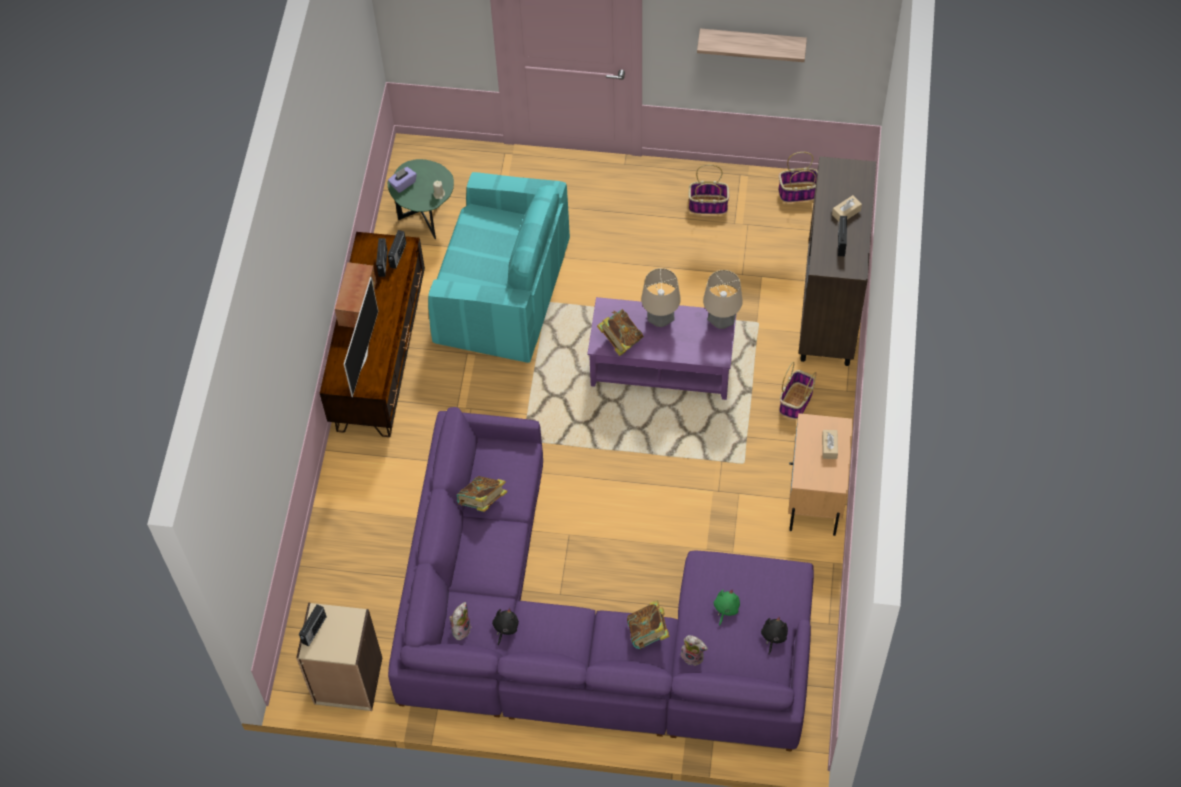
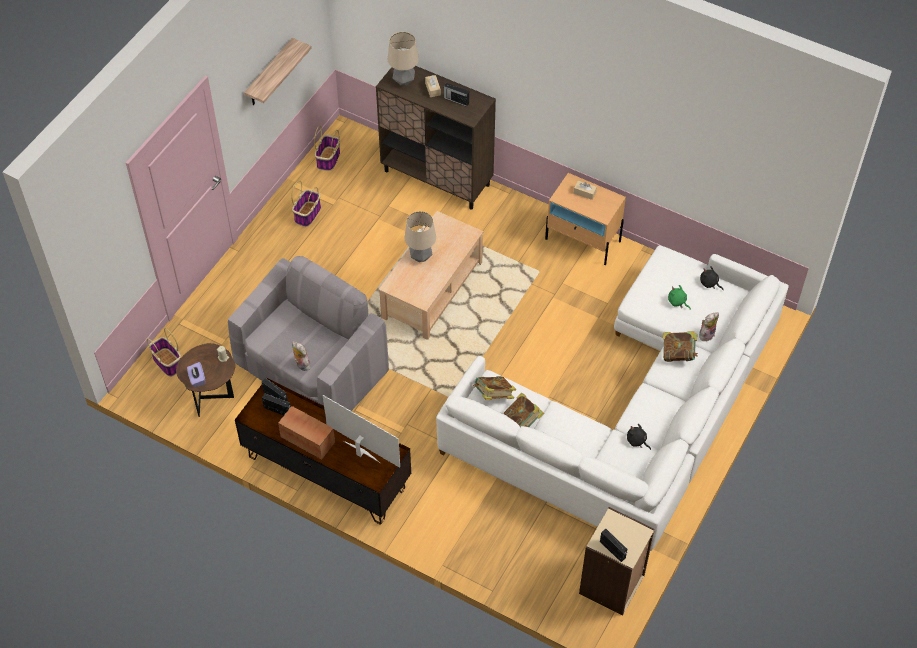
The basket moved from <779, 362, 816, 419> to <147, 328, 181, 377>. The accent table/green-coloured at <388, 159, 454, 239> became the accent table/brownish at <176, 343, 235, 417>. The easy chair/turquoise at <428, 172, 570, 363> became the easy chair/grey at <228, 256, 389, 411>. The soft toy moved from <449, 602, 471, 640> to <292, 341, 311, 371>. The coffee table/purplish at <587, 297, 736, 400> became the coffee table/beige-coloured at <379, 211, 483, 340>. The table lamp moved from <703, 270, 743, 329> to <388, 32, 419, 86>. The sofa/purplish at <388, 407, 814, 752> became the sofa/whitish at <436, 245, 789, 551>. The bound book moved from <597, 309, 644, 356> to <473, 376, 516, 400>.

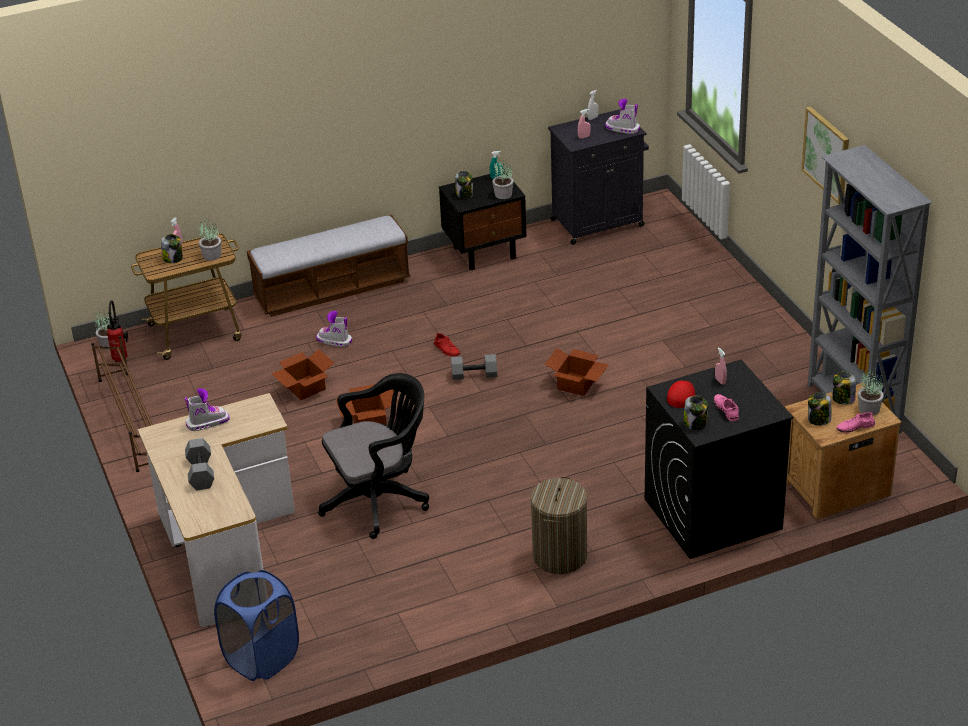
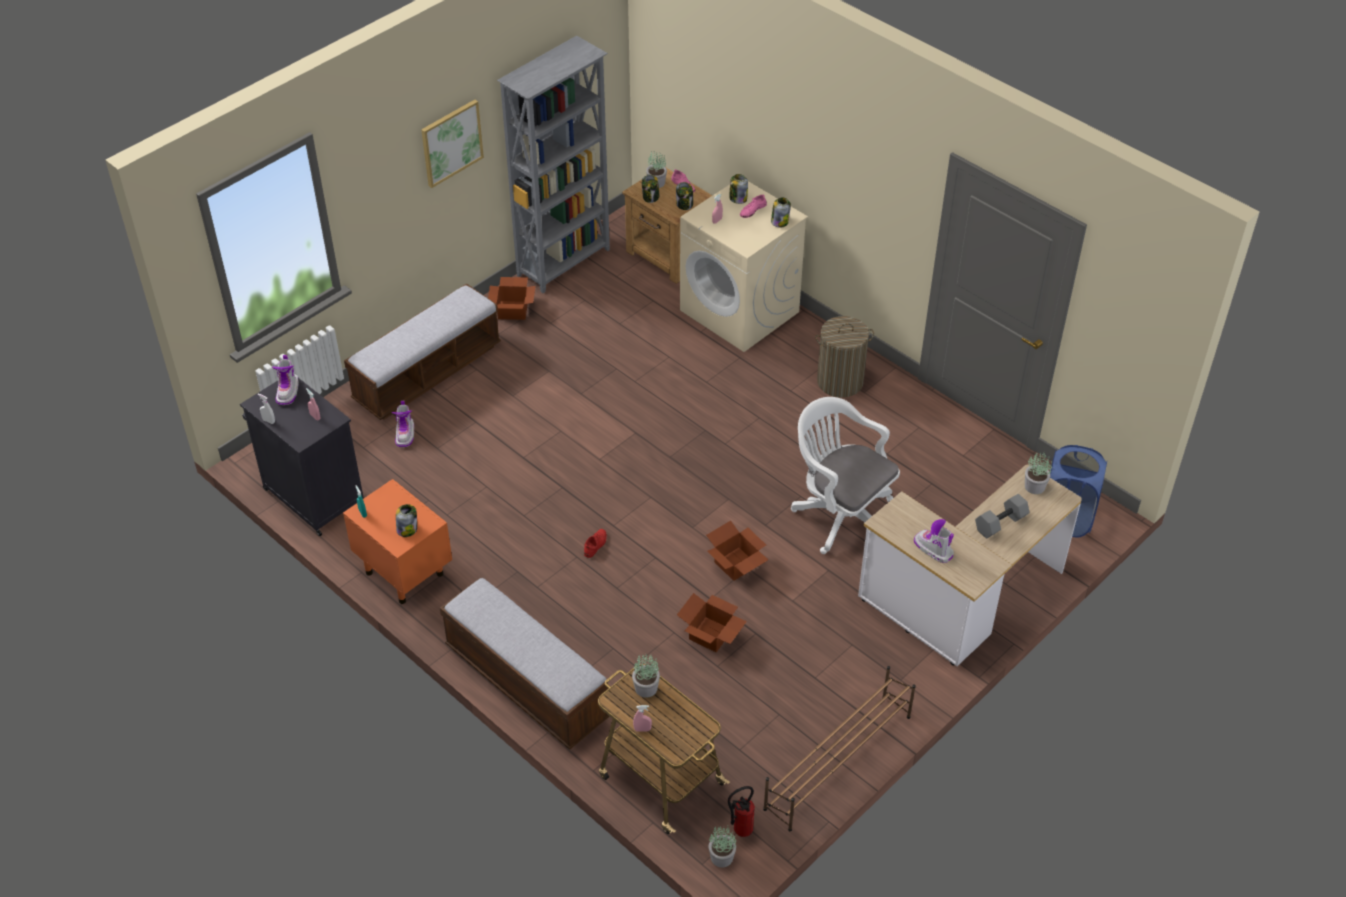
The night table/black at <439, 171, 527, 270> became the night table/orange at <343, 479, 452, 604>. The indoor bench at <344, 283, 501, 420> appeared. The boot moved from <316, 311, 352, 347> to <392, 401, 414, 447>. The cardboard box moved from <545, 348, 609, 396> to <488, 277, 536, 320>. The laundry machine/black at <645, 360, 793, 559> became the laundry machine/beige-coloured at <680, 181, 808, 352>. The storage jar moved from <161, 234, 183, 263> to <729, 174, 748, 204>. The desk chair/black at <318, 373, 429, 539> became the desk chair/whitish at <791, 397, 900, 554>. The plant in a pot moved from <492, 160, 513, 199> to <1025, 451, 1052, 494>. The free weight/grey at <451, 354, 497, 380> disappeared. The baseball cap/red at <667, 381, 695, 408> disappeared.

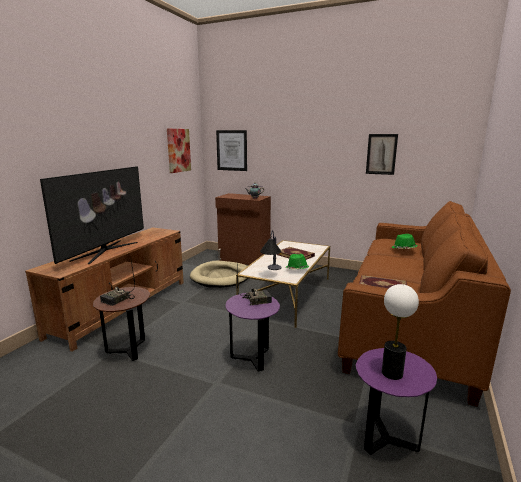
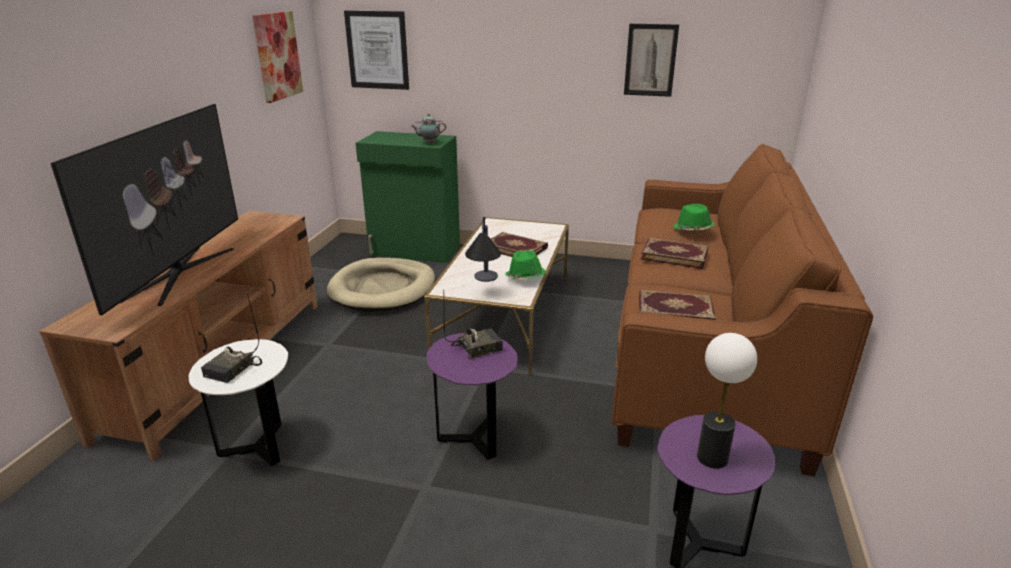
The accent table/brownish at <93, 287, 150, 361> became the accent table/whitish at <189, 339, 288, 466>. The cupboard/brownish at <215, 193, 271, 265> became the cupboard/green-coloured at <356, 131, 460, 263>. The bound book at <641, 238, 709, 269> appeared.

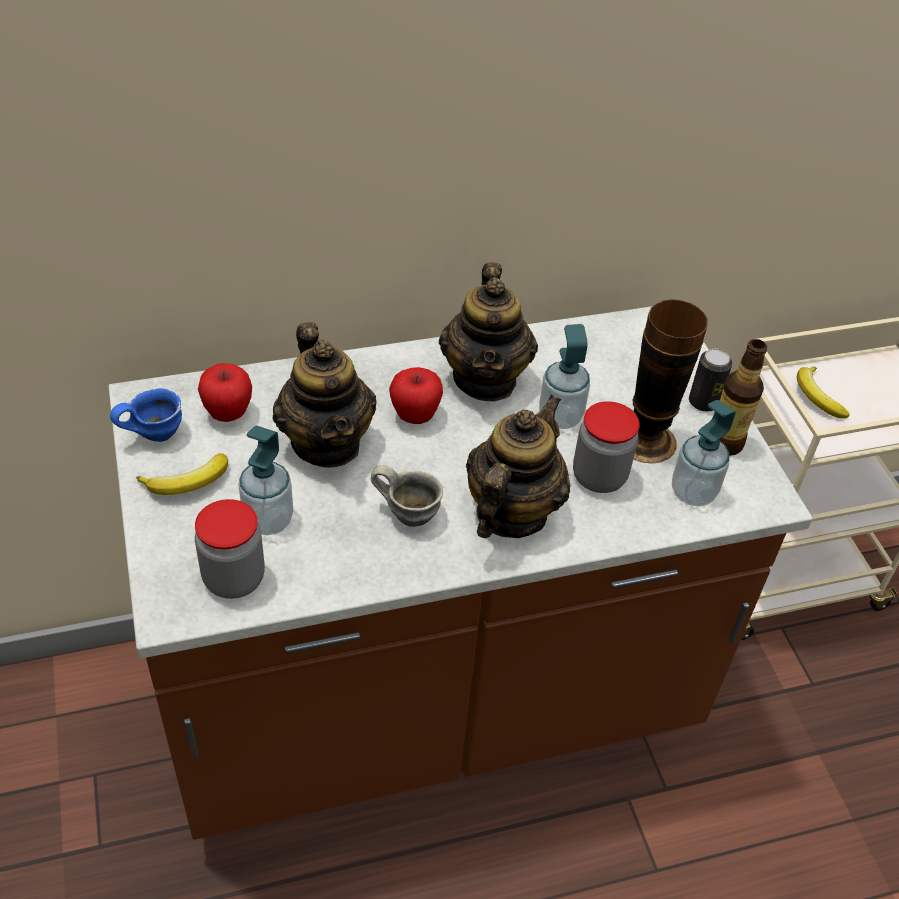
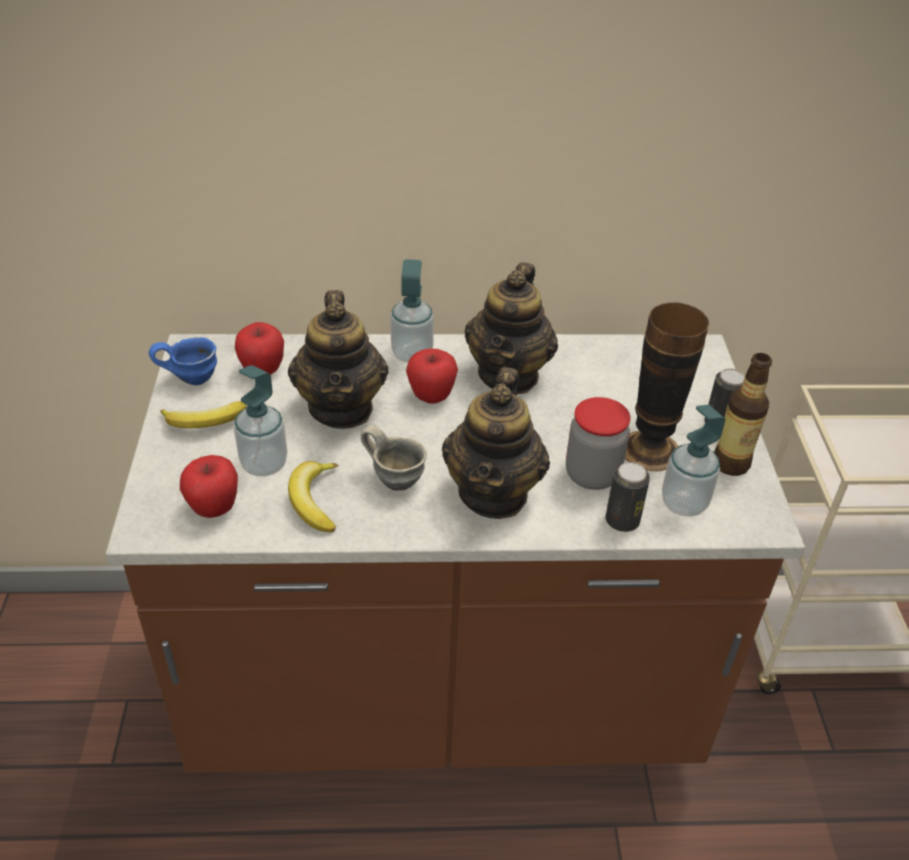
The storage jar at <195, 499, 265, 599> was replaced by the whole apple at <180, 455, 238, 518>. The banana fruit moved from <797, 366, 849, 418> to <288, 461, 338, 532>. The liquid soap bottle moved from <539, 324, 590, 429> to <390, 259, 434, 363>. The teapot at <466, 394, 571, 538> turned 150 degrees clockwise. The sealed can at <605, 462, 650, 532> appeared.

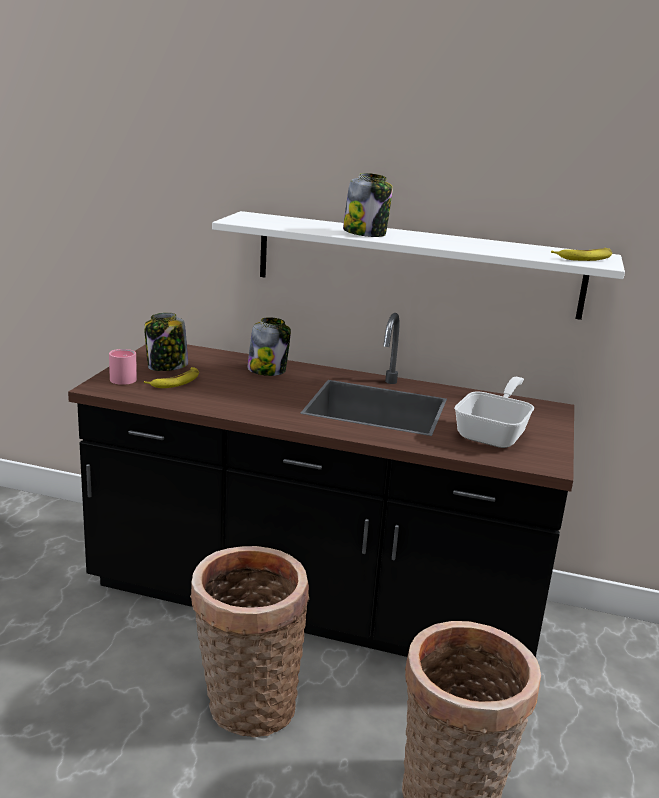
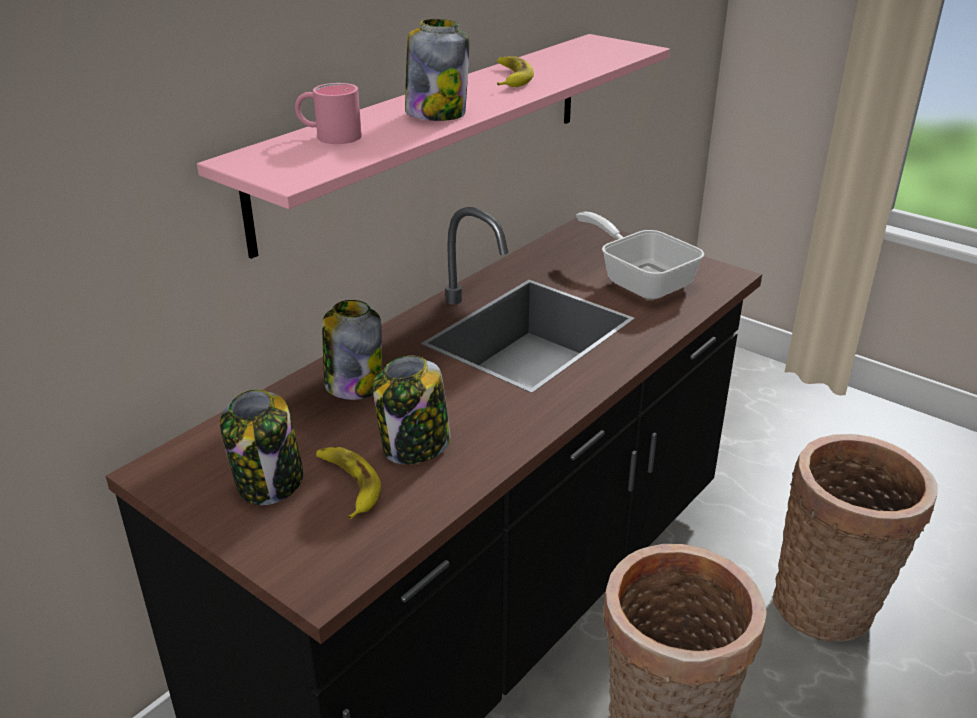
The bracket shelf/whitish at <212, 211, 625, 320> became the bracket shelf/pink-coloured at <197, 34, 670, 259>. The coffee mug/pink-coloured moved from <109, 349, 137, 385> to <295, 83, 362, 144>. The storage jar at <373, 356, 451, 464> appeared. The banana fruit moved from <551, 248, 612, 261> to <497, 56, 534, 87>.

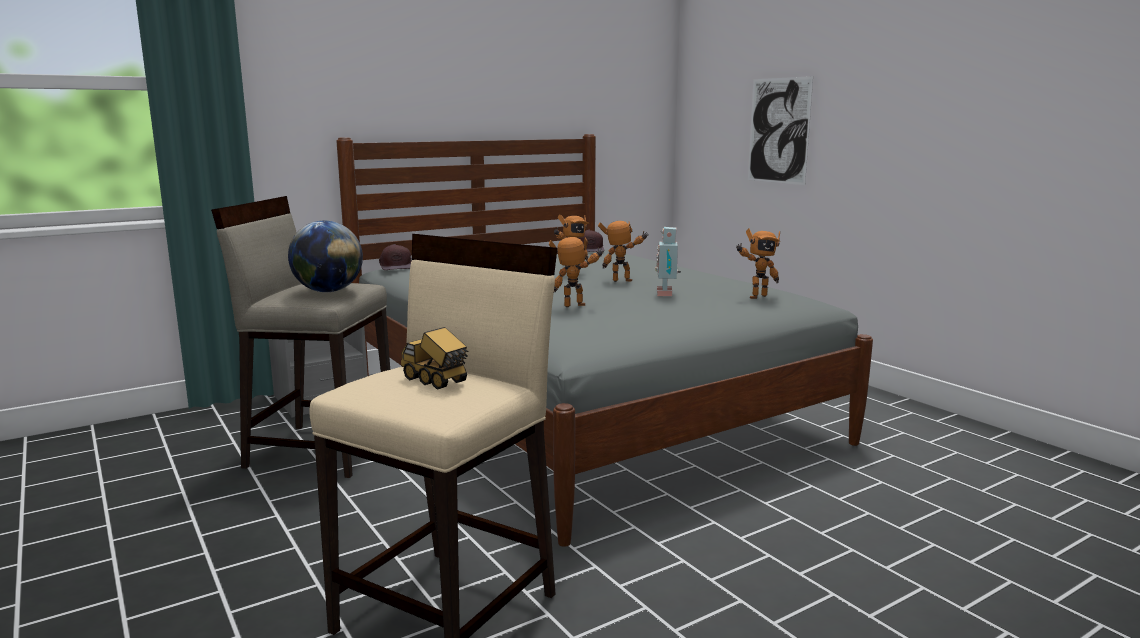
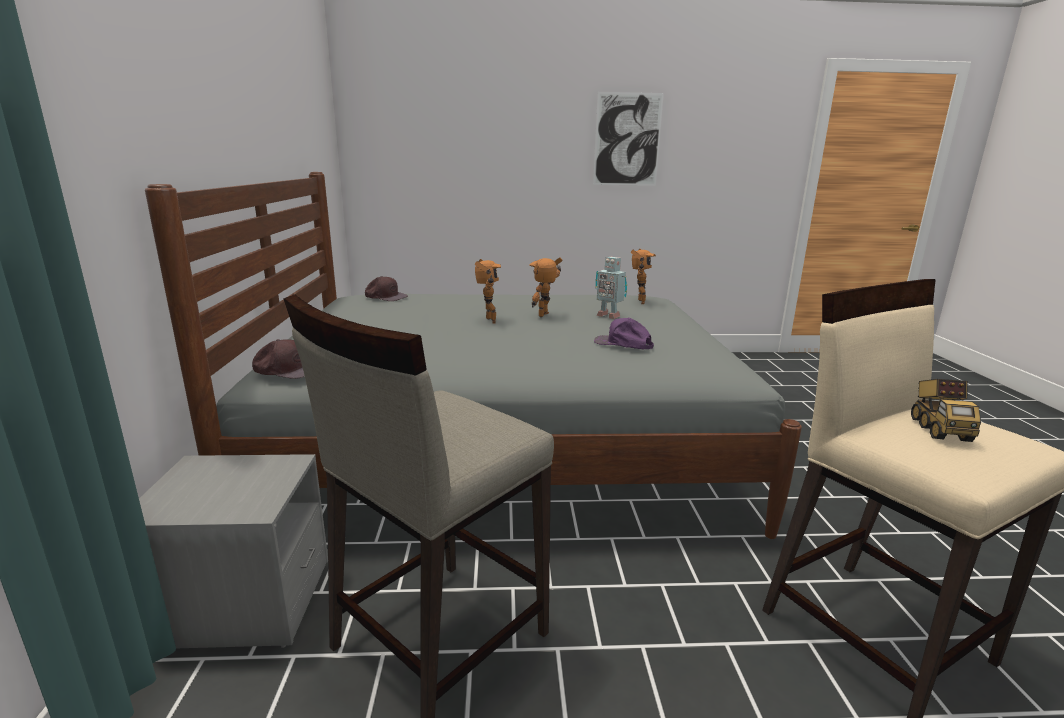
The wall picture moved from <748, 76, 813, 185> to <593, 92, 664, 186>. The model robot at <549, 237, 604, 307> was replaced by the baseball cap/purplish at <594, 318, 654, 350>. The toy truck at <401, 327, 468, 389> turned 60 degrees counterclockwise. The desk globe at <288, 221, 363, 292> disappeared.

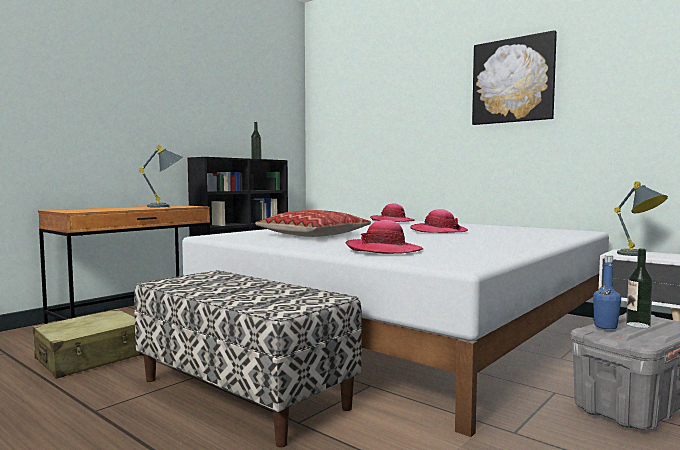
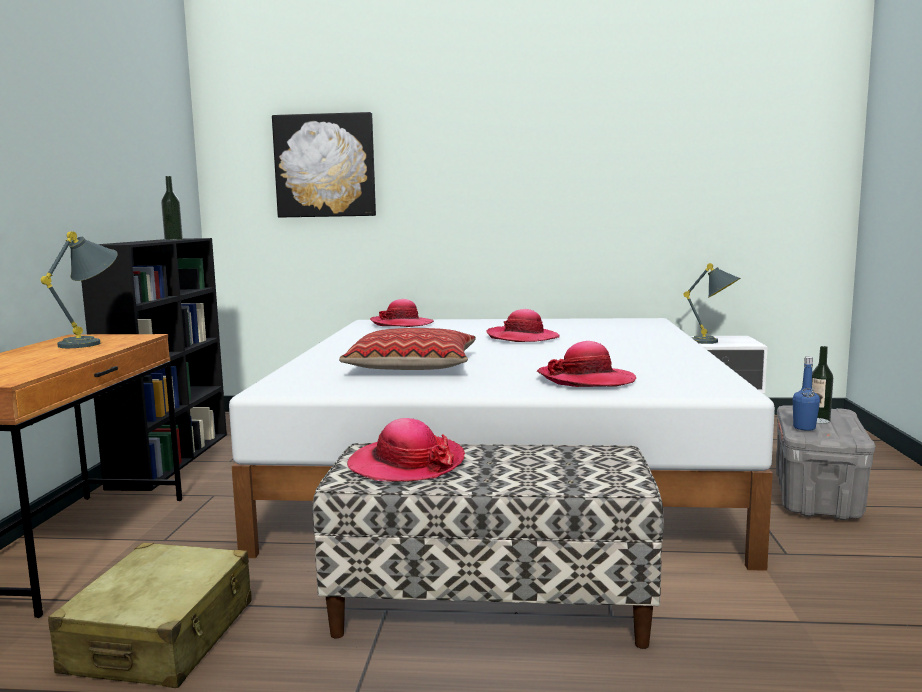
The wall picture moved from <472, 30, 557, 125> to <272, 112, 376, 218>. The clothing hat at <347, 418, 465, 482> appeared.

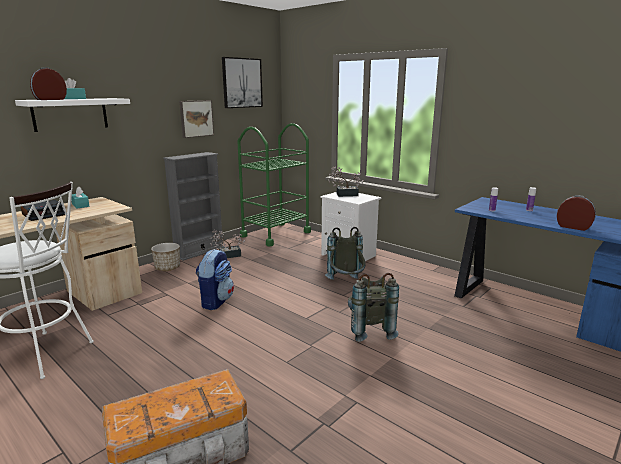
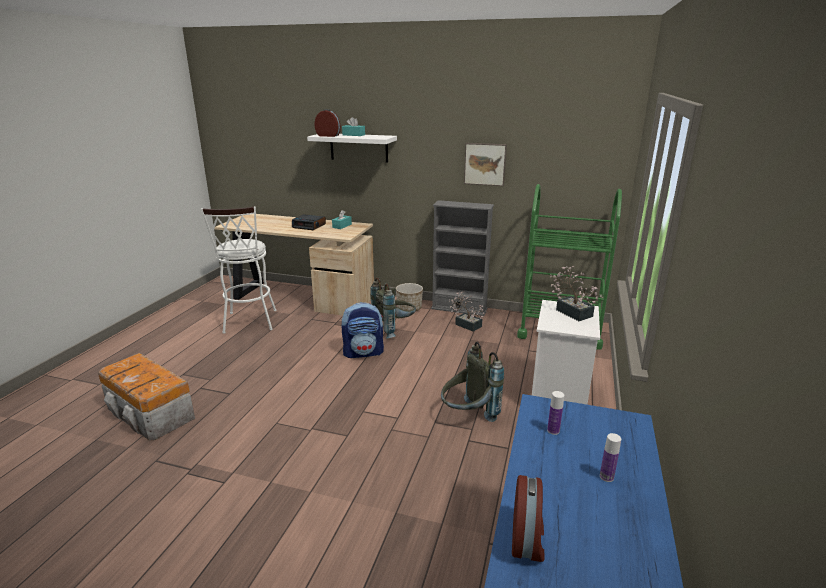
The backpack/grey moved from <348, 273, 399, 342> to <370, 277, 416, 339>. The wall picture at <222, 57, 263, 108> disappeared.

